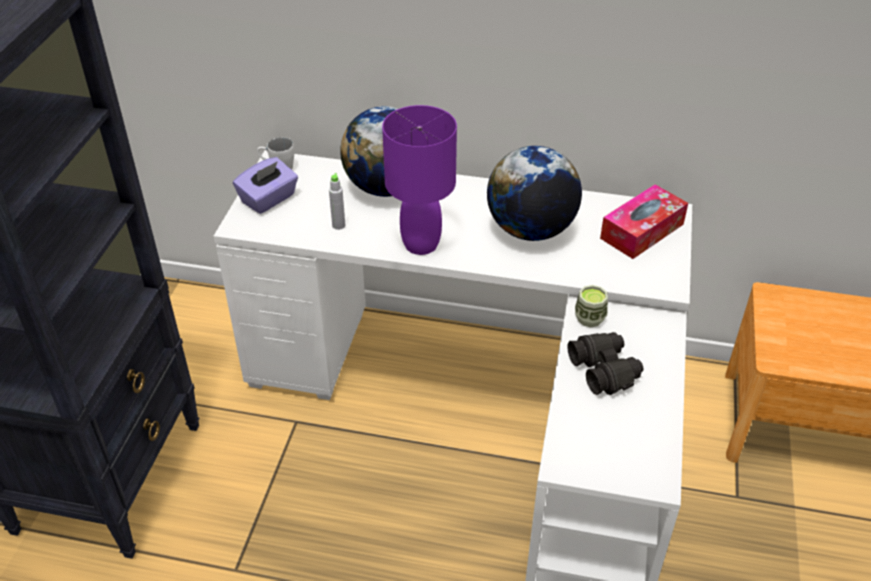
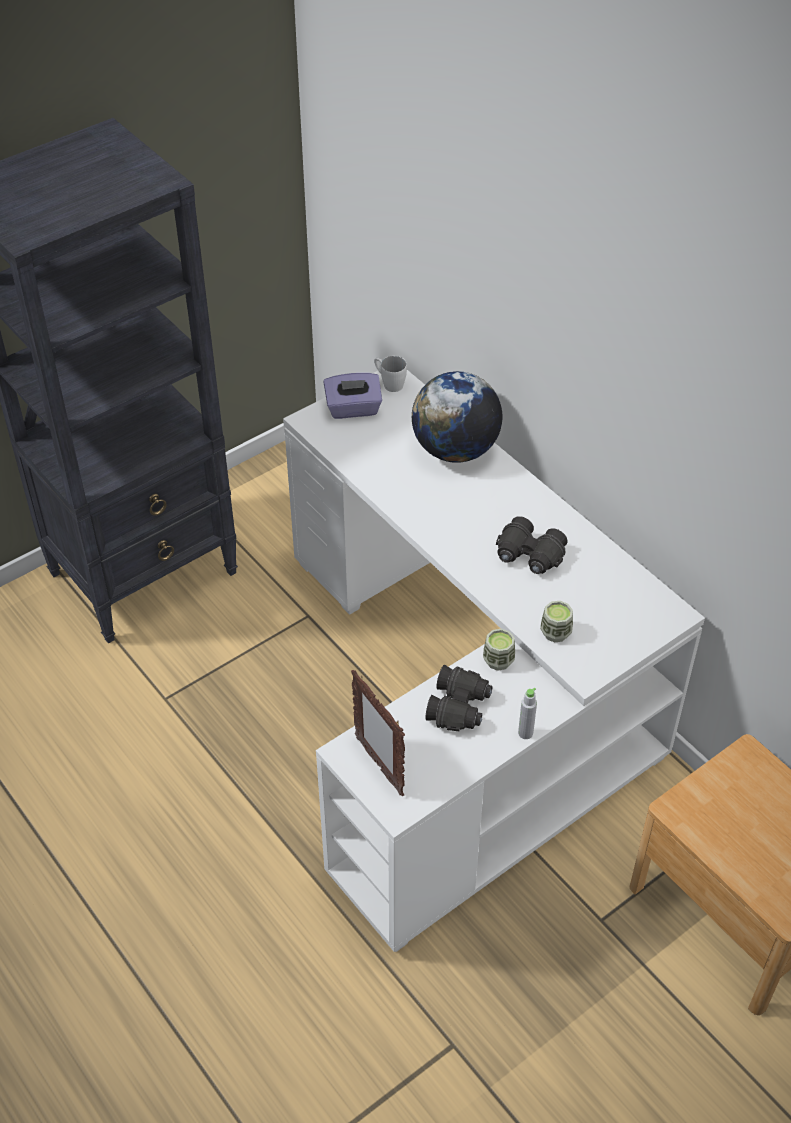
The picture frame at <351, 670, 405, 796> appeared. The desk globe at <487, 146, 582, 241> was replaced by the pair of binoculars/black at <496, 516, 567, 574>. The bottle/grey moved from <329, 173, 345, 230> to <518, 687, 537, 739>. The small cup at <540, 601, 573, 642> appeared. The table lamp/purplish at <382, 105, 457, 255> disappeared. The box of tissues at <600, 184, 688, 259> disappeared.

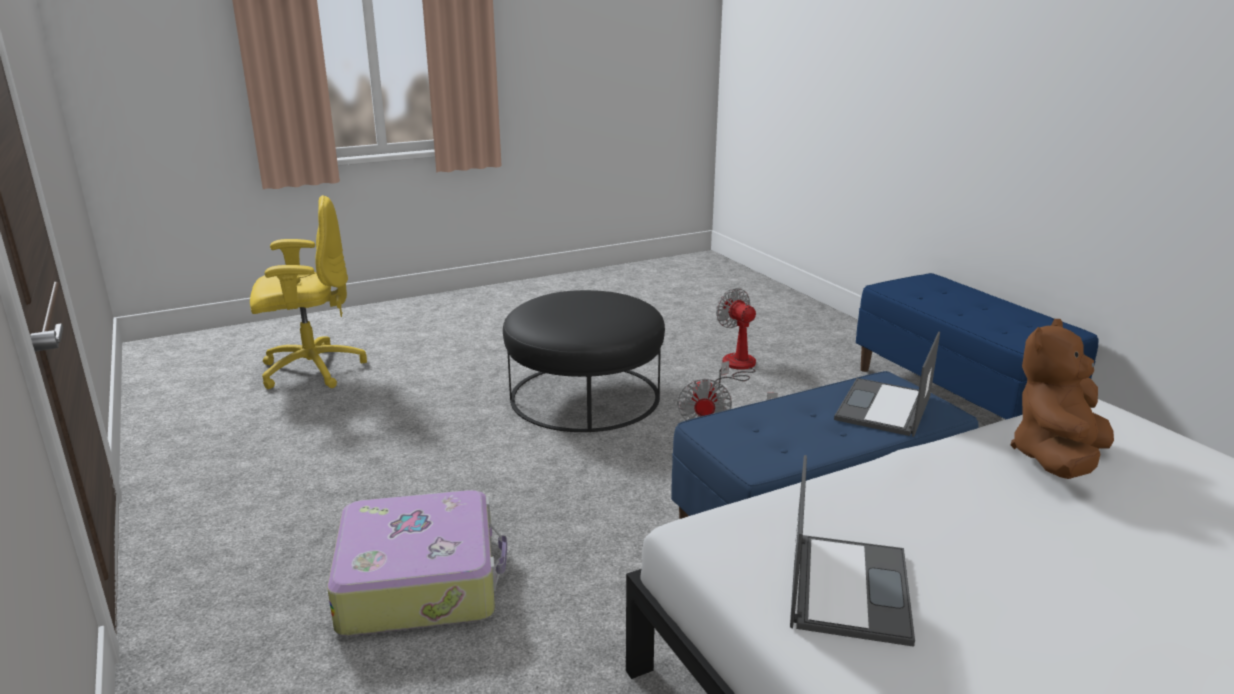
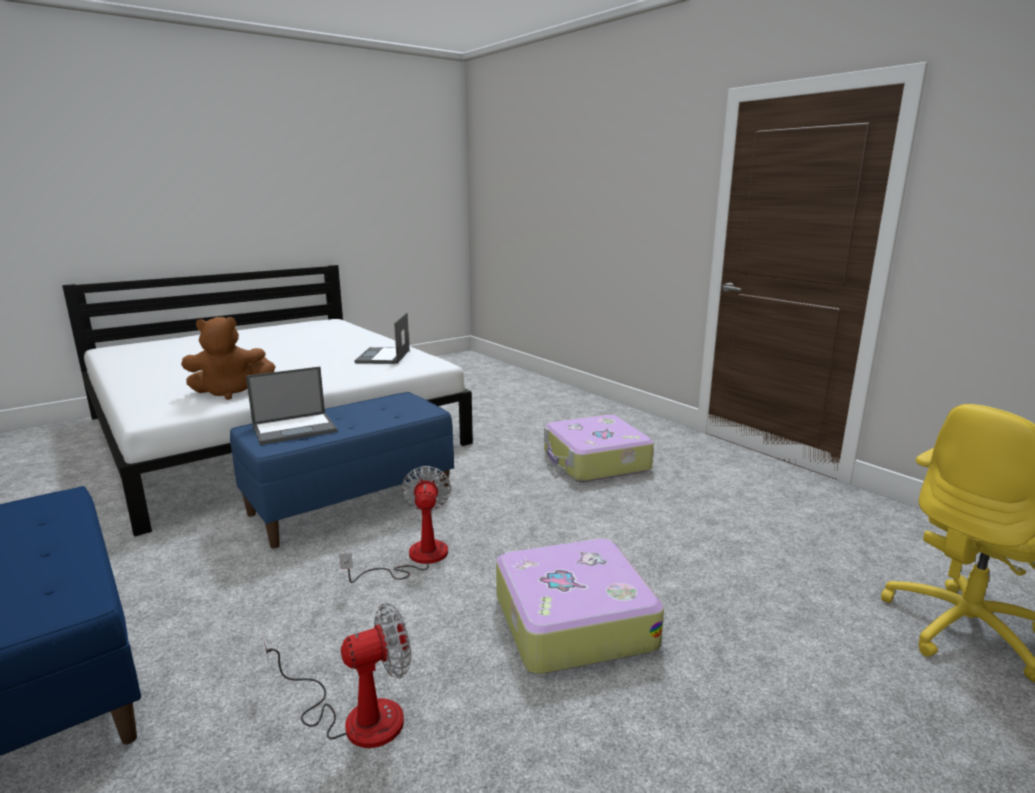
The soft toy/brownish at <1010, 319, 1114, 479> turned 45 degrees clockwise. The laptop at <834, 332, 940, 437> turned 45 degrees clockwise. The cooling fan at <714, 288, 756, 387> turned 75 degrees counterclockwise. The footrest/black at <503, 290, 665, 432> was replaced by the piece of luggage at <496, 538, 664, 674>.

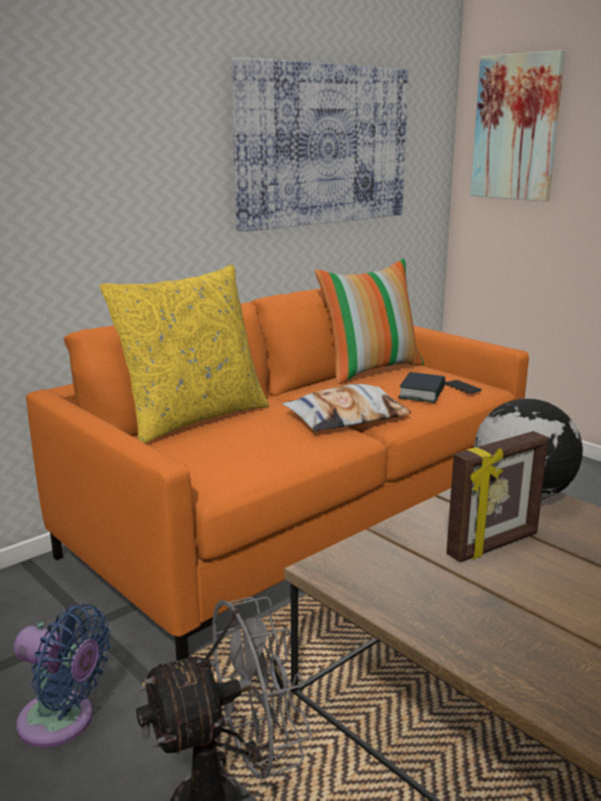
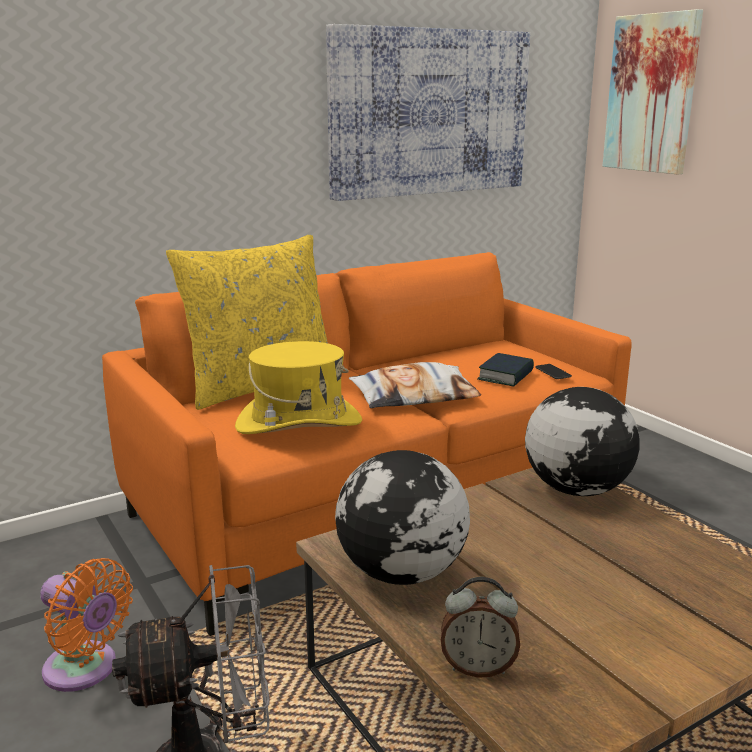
The cooling fan/blue at <14, 604, 111, 747> became the cooling fan/orange at <40, 558, 133, 692>. The clothing hat/yellowish at <235, 341, 362, 434> appeared. The desk globe at <335, 450, 470, 585> appeared. The alarm clock at <441, 577, 520, 678> appeared. The throw pillow at <315, 258, 424, 385> disappeared. The picture frame at <446, 431, 548, 562> disappeared.

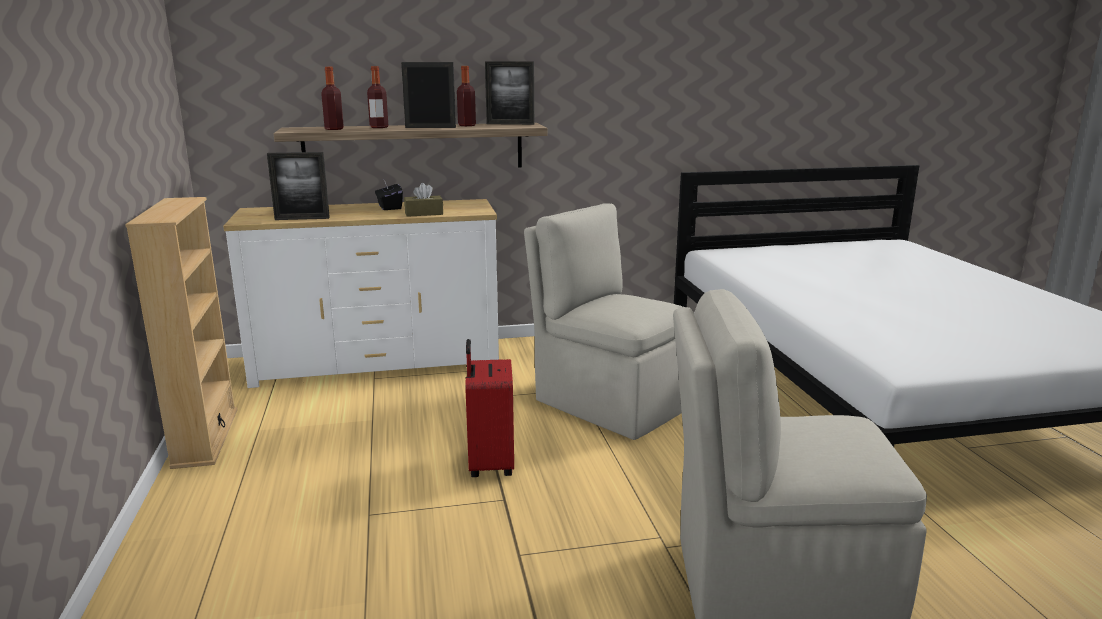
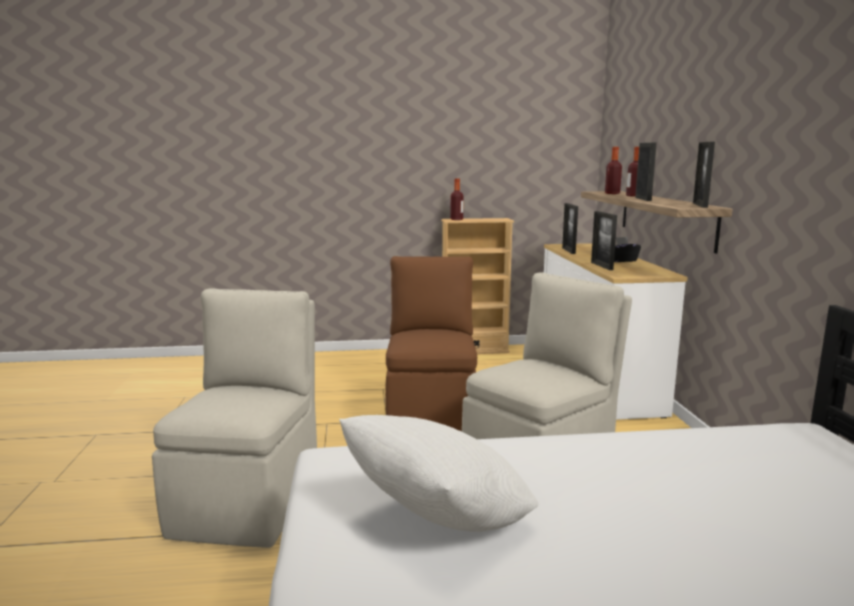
The throw pillow/whitish at <339, 415, 539, 532> appeared. The piece of luggage/red at <465, 339, 514, 477> was replaced by the upright chair/brownish at <385, 256, 477, 432>. The bottle moved from <457, 66, 476, 126> to <450, 179, 463, 220>. The box of tissues/brownish at <404, 183, 443, 217> was replaced by the picture frame at <591, 211, 617, 270>.

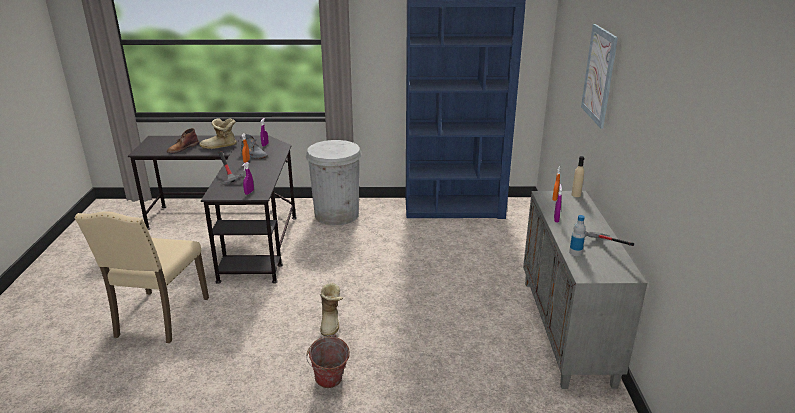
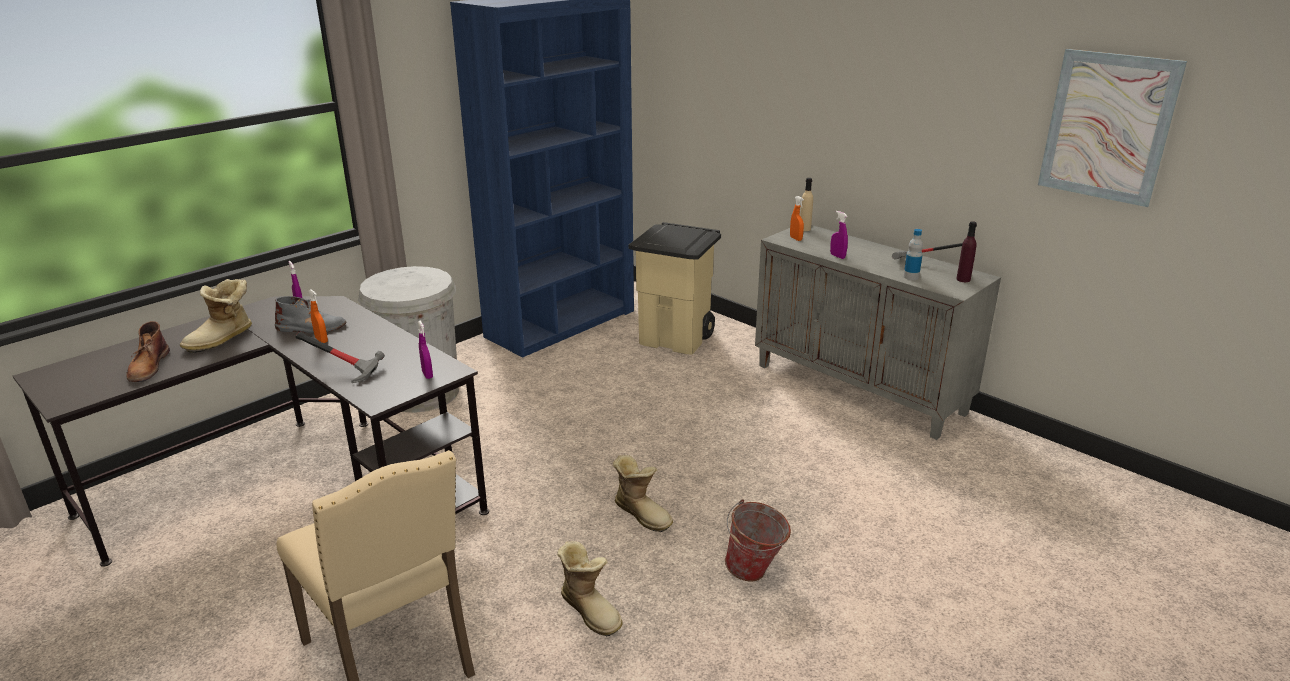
The boot at <557, 541, 623, 636> appeared. The trash can/beige-coloured at <628, 222, 721, 355> appeared. The bottle/purplish at <956, 221, 977, 282> appeared. The wall picture moved from <581, 24, 618, 129> to <1038, 49, 1187, 207>.

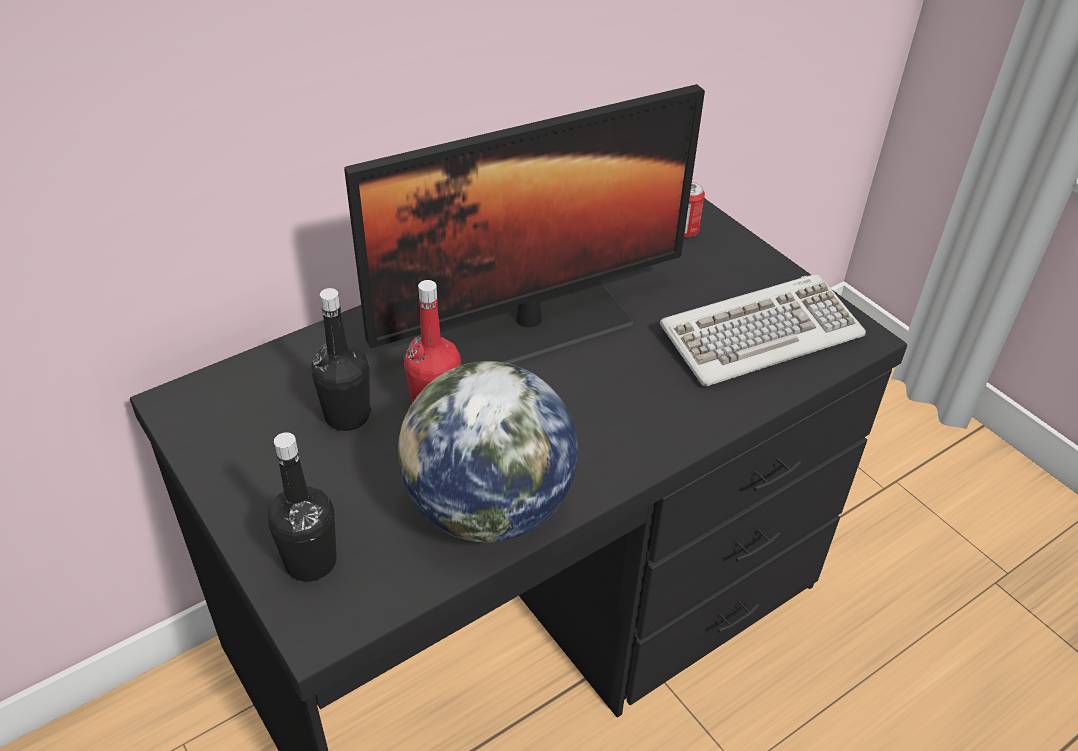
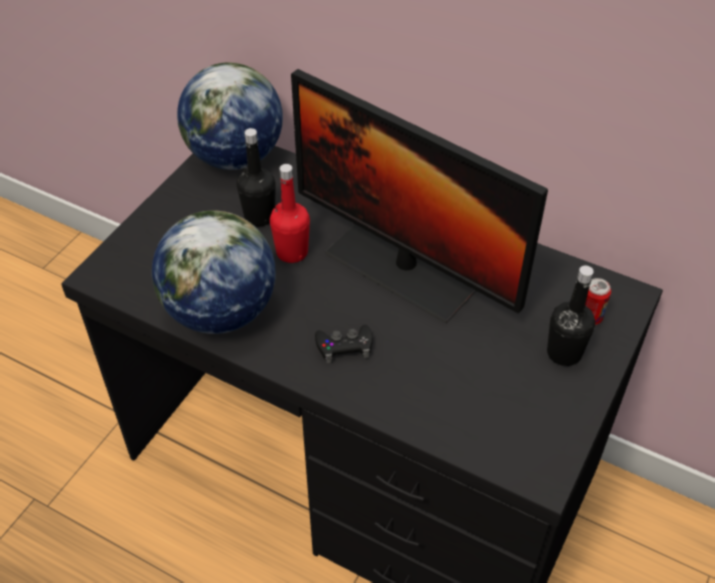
The desk globe at <177, 63, 283, 170> appeared. The joypad/black at <315, 325, 373, 363> appeared. The bottle/black moved from <268, 432, 337, 582> to <547, 266, 595, 366>. The computer keyboard at <660, 274, 866, 386> disappeared.

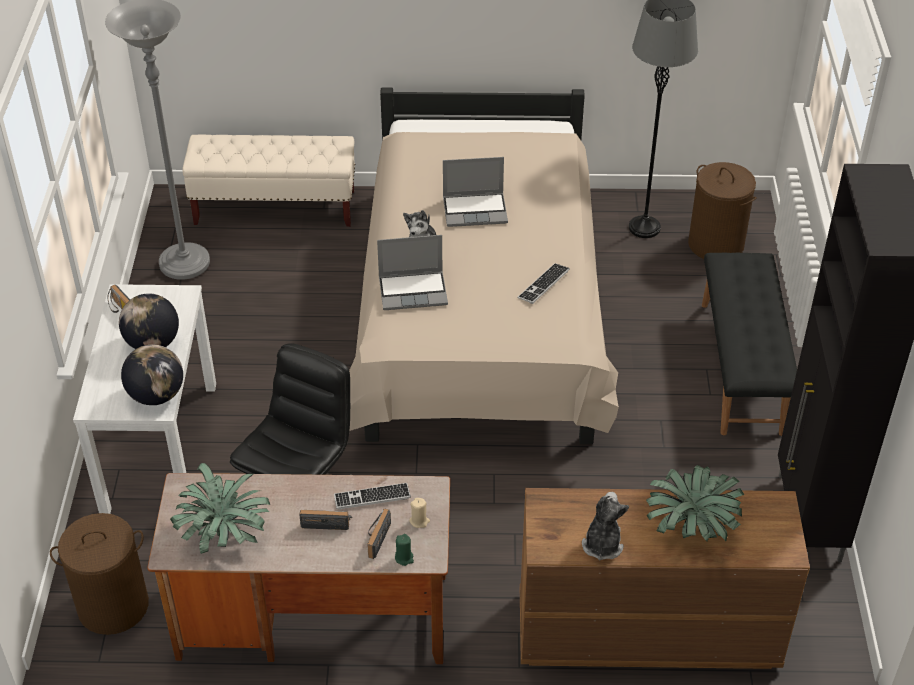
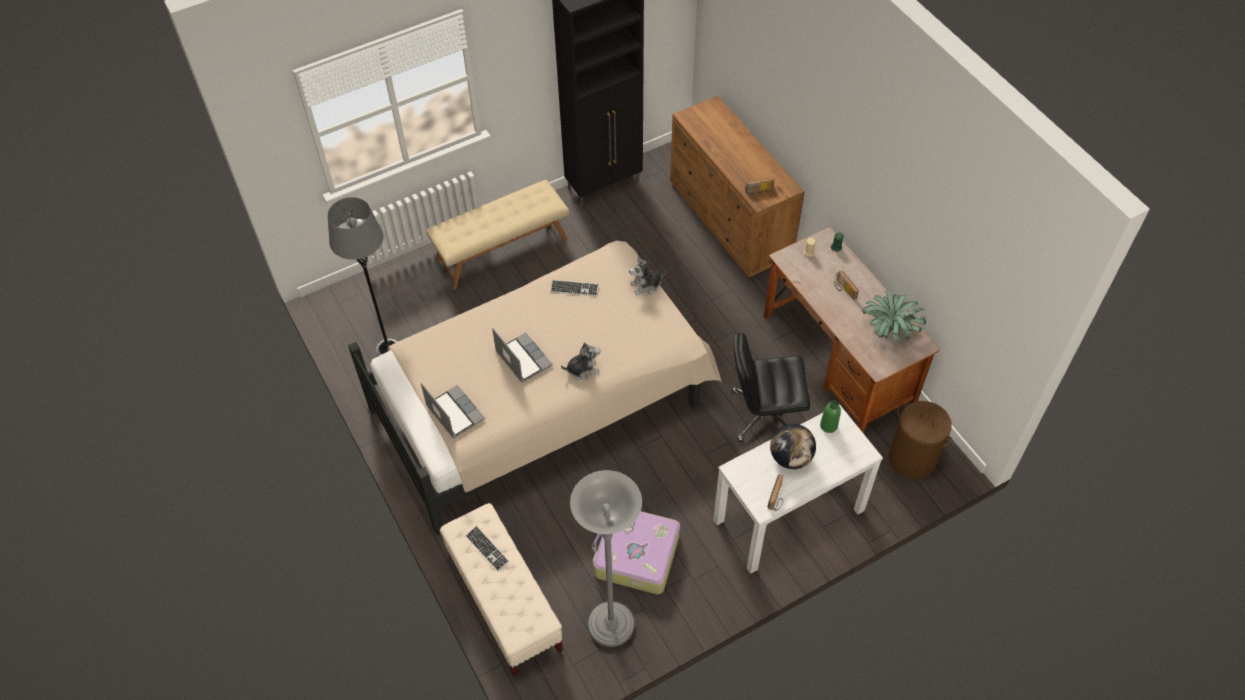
The laptop moved from <377, 235, 448, 310> to <421, 383, 485, 439>. The indoor bench/black at <702, 253, 797, 436> became the indoor bench/beige-coloured at <426, 180, 569, 290>. The computer keyboard moved from <334, 483, 411, 509> to <465, 526, 509, 572>. The piece of luggage at <592, 511, 680, 594> appeared. The soft toy moved from <582, 492, 629, 560> to <629, 256, 666, 296>. The radio moved from <367, 508, 391, 559> to <745, 177, 775, 196>. The desk globe at <121, 344, 183, 405> was replaced by the bottle/green-coloured at <820, 400, 841, 433>. The plant in a pot at <646, 465, 744, 541> disappeared. The laundry basket/brownish at <688, 162, 757, 259> disappeared.

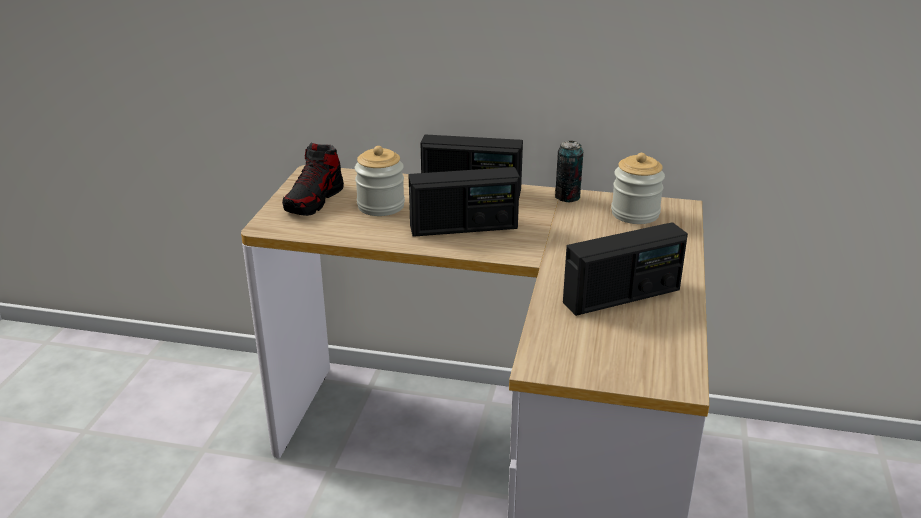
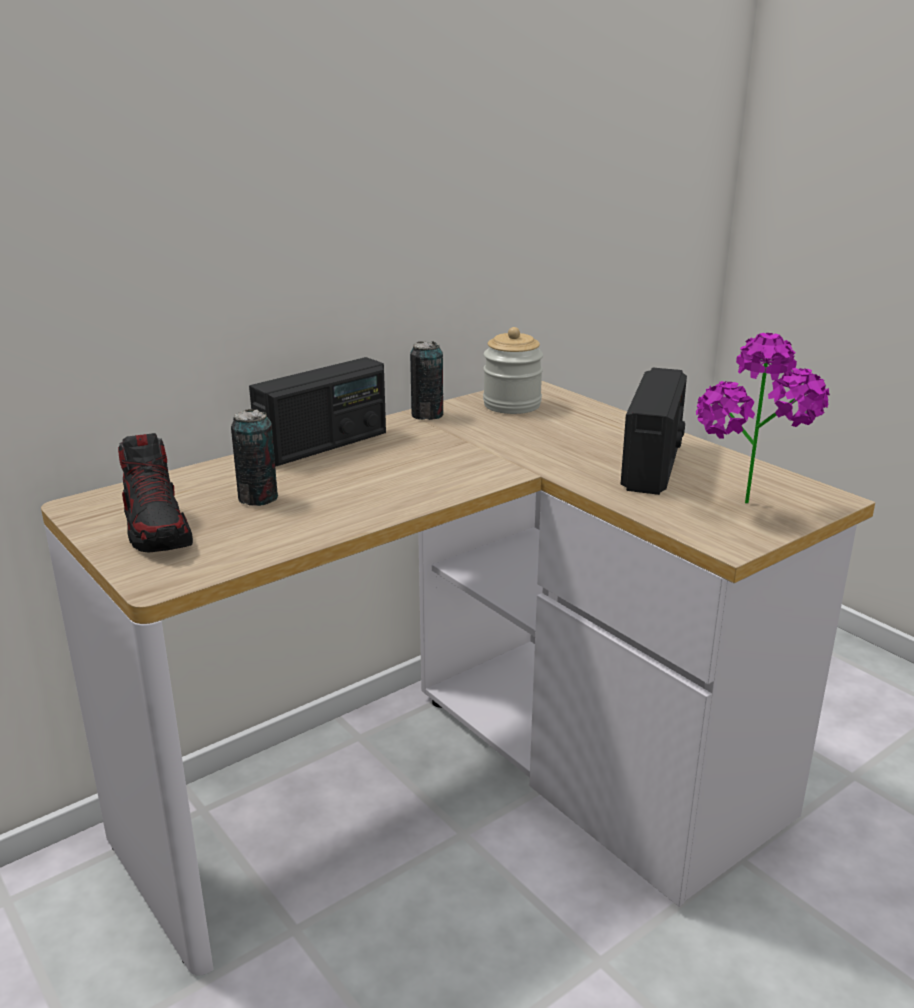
The storage jar at <355, 146, 405, 216> was replaced by the sealed can at <231, 409, 278, 506>. The plant in a pot at <696, 333, 830, 503> appeared. The radio at <409, 167, 520, 237> disappeared.

